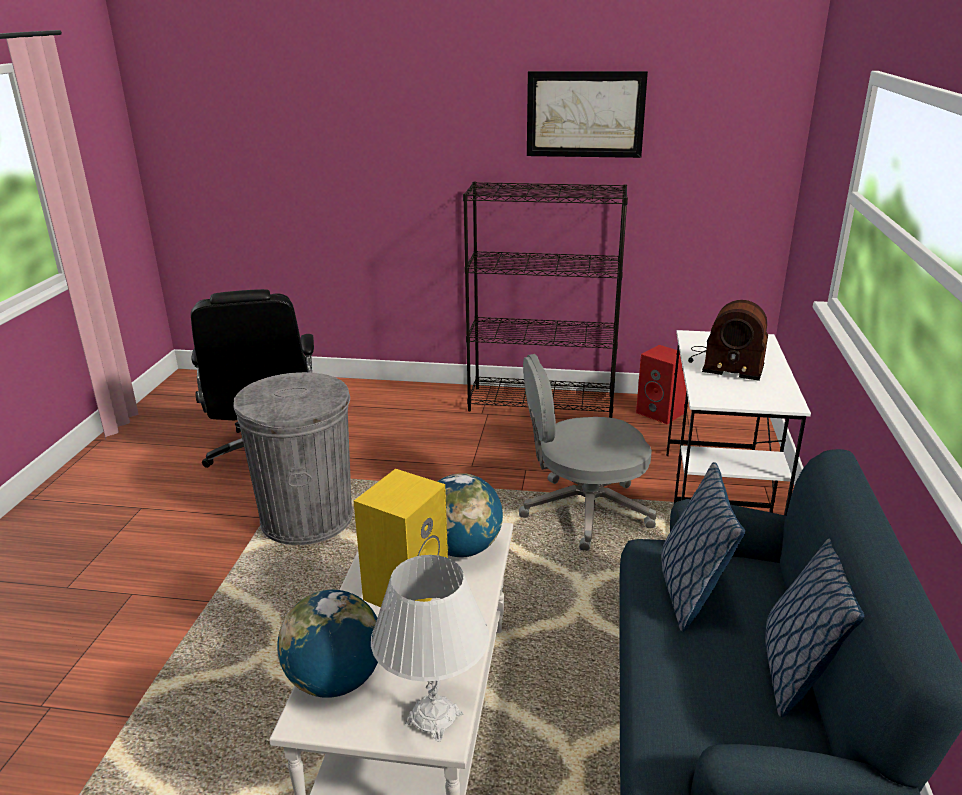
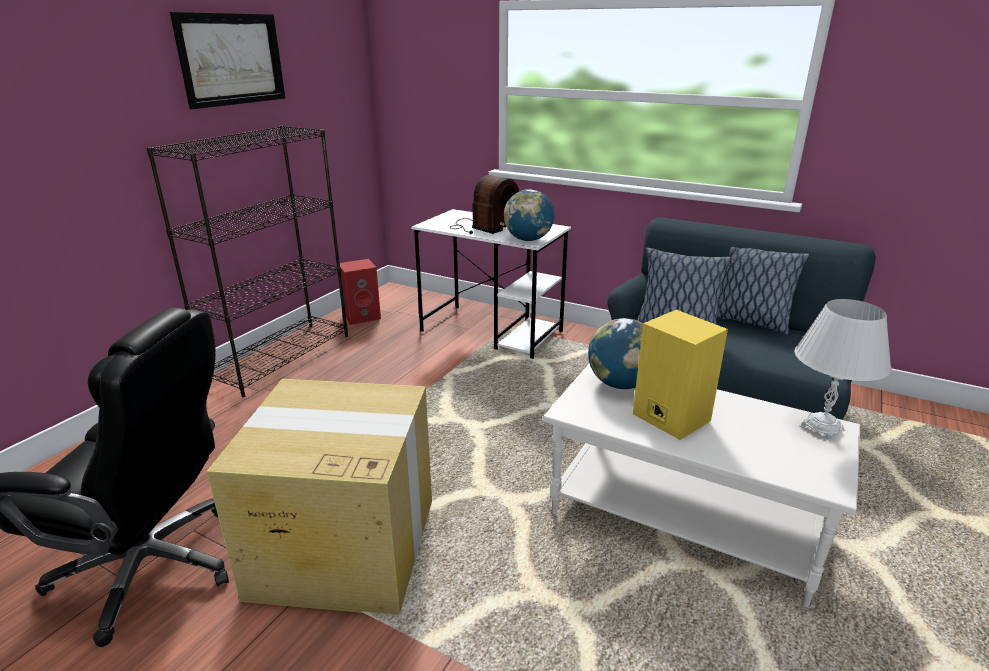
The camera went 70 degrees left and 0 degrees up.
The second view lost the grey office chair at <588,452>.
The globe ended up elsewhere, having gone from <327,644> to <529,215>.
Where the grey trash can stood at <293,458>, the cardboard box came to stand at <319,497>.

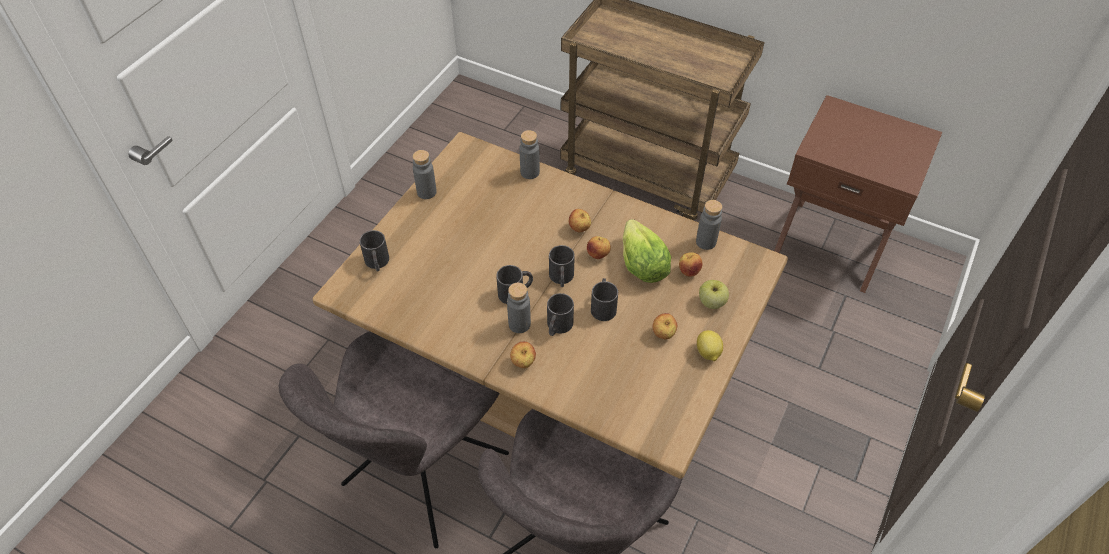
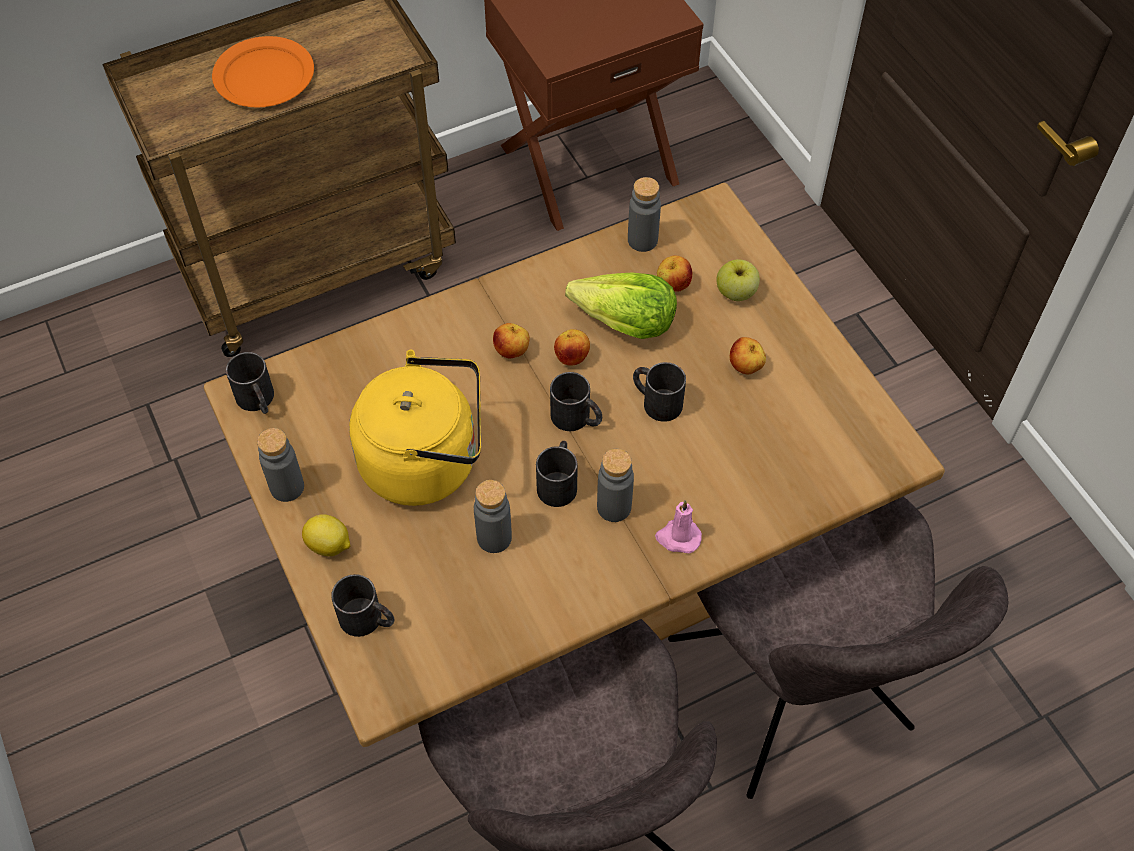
The camera went 55 degrees left and 5 degrees up.
The second view gained the orange plate at <263,71>.
The second view gained the yellow kettle at <415,428>.
The grey bottle ended up elsewhere, having gone from <529,154> to <493,516>.
The black mug ended up elsewhere, having gone from <560,314> to <250,383>.
The lemon ended up elsewhere, having gone from <710,345> to <326,535>.
Where the apple stood at <523,355>, the pink candle came to stand at <678,526>.

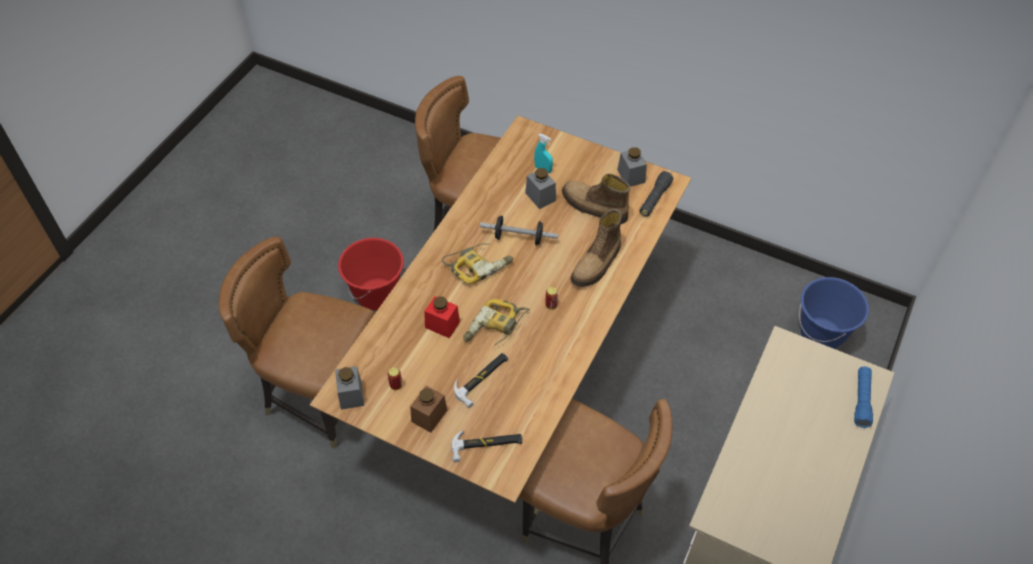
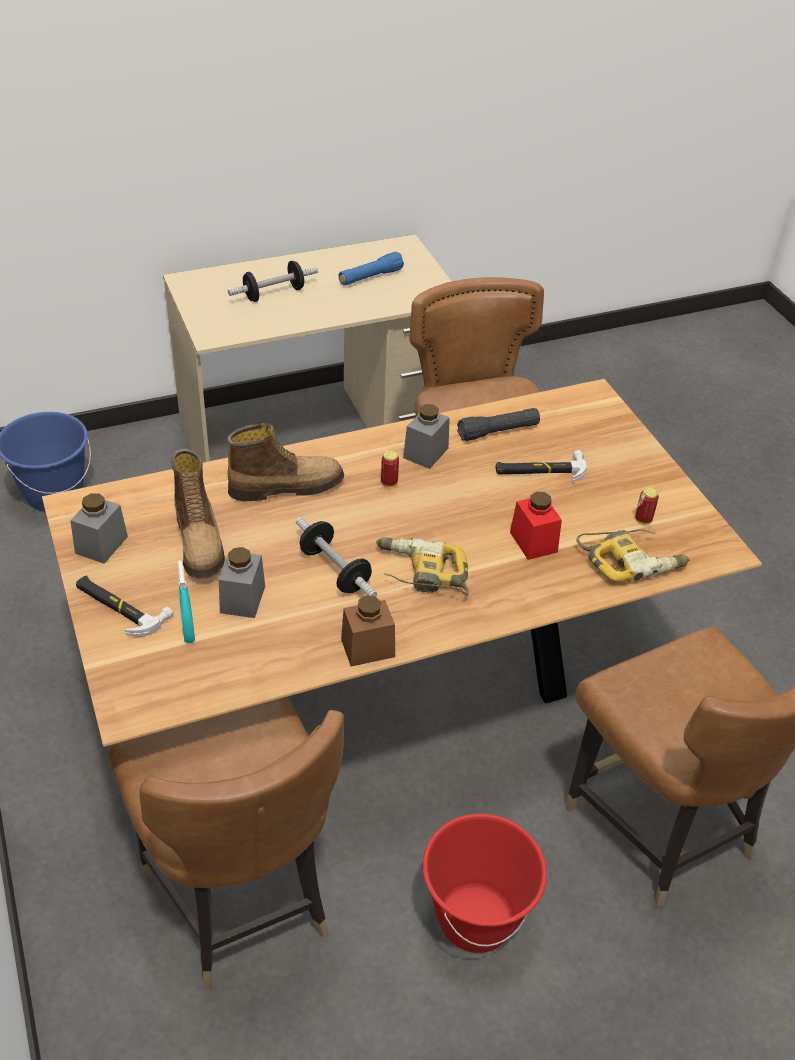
The camera went 140 degrees left and 10 degrees down.
The second view gained the dumbbell at <273,281>.
The grey jar ended up elsewhere, having gone from <349,388> to <426,436>.
The brown jar ended up elsewhere, having gone from <428,409> to <368,631>.
The hammer ended up elsewhere, having gone from <487,446> to <125,606>.
The power drill ended up elsewhere, having gone from <496,322> to <633,555>.
The black flashlight ended up elsewhere, having gone from <656,194> to <498,424>.
The blue flashlight ended up elsewhere, having gone from <863,397> to <371,269>.

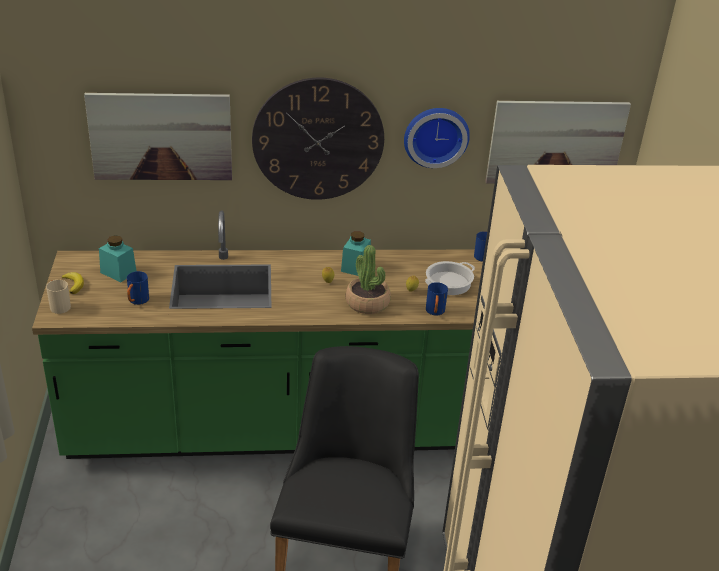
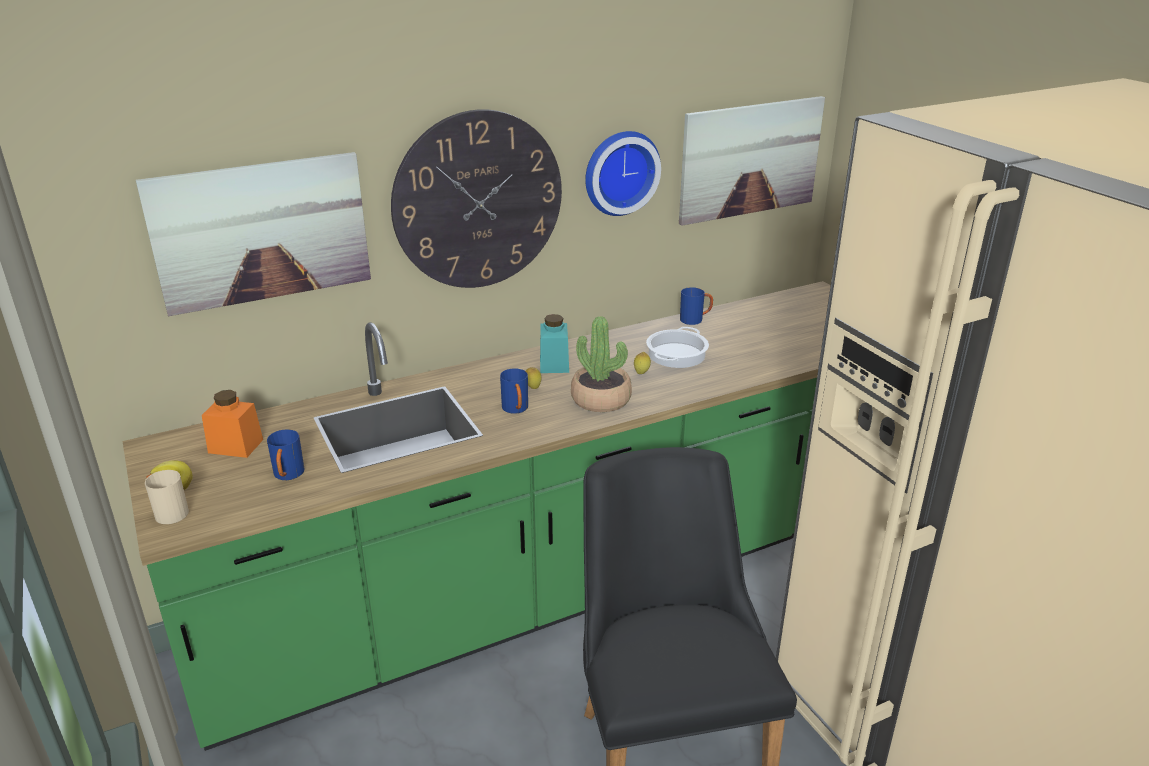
The camera went 20 degrees left and 5 degrees down.
The blue mug ended up elsewhere, having gone from <437,298> to <514,391>.
What was the turquoise jar at <117,258> turned into the orange jar at <232,424>.

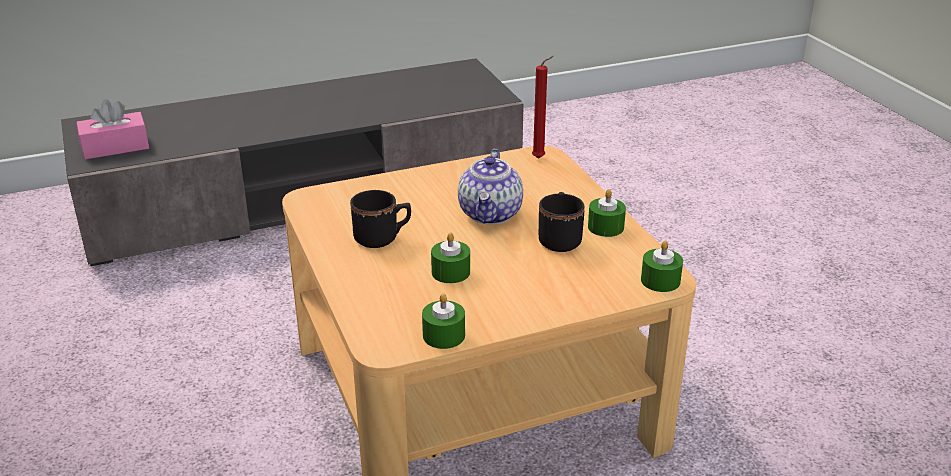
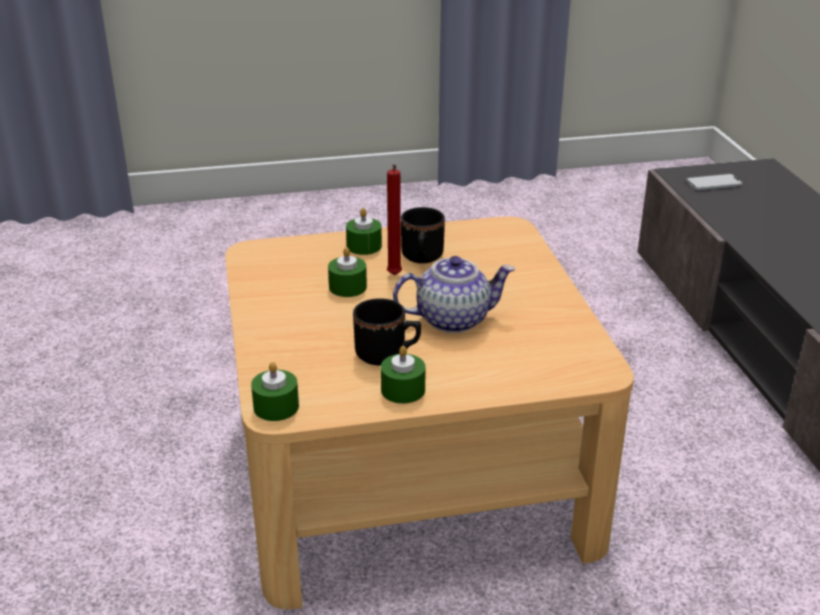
The camera went 100 degrees right and 0 degrees up.
The green candle ended up elsewhere, having gone from <443,321> to <364,231>.
The red candle ended up elsewhere, having gone from <543,107> to <394,219>.
Where the pink tissue box stood at <113,129>, the phone came to stand at <714,182>.
The teapot at <490,186> ended up facing another way, 150 degrees clockwise from before.

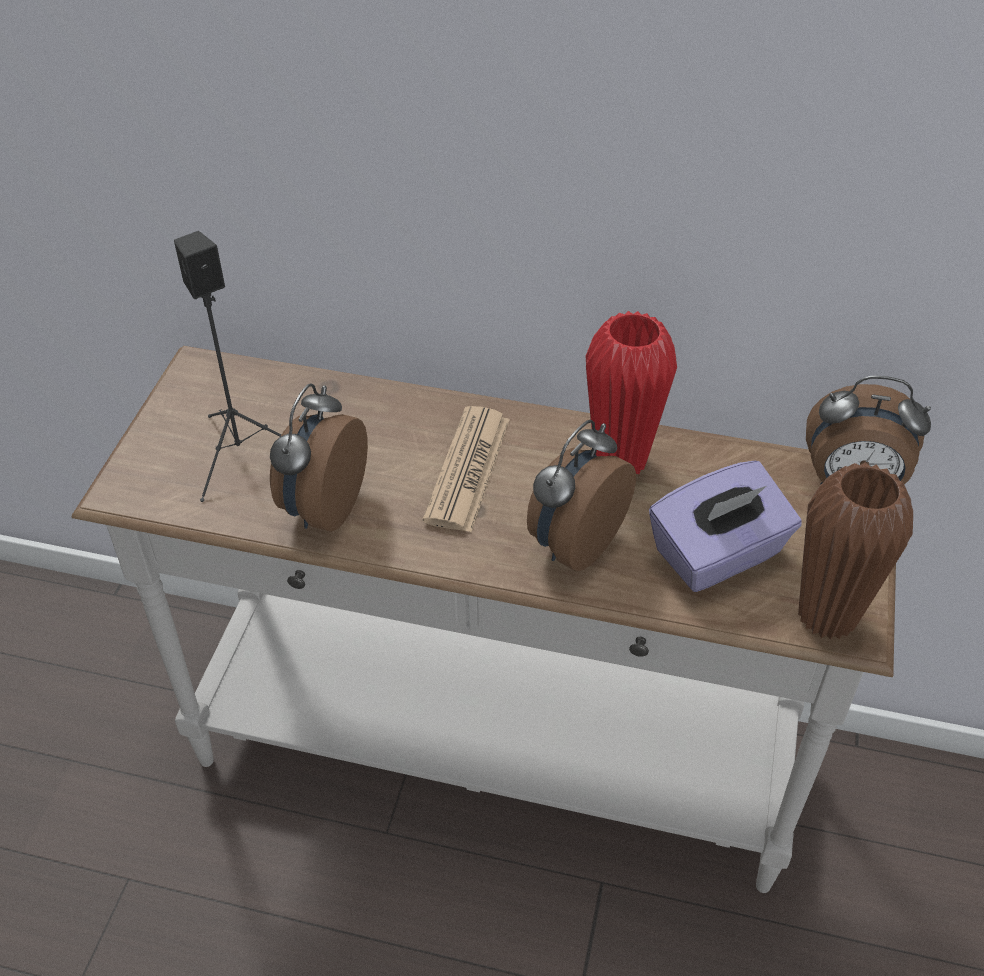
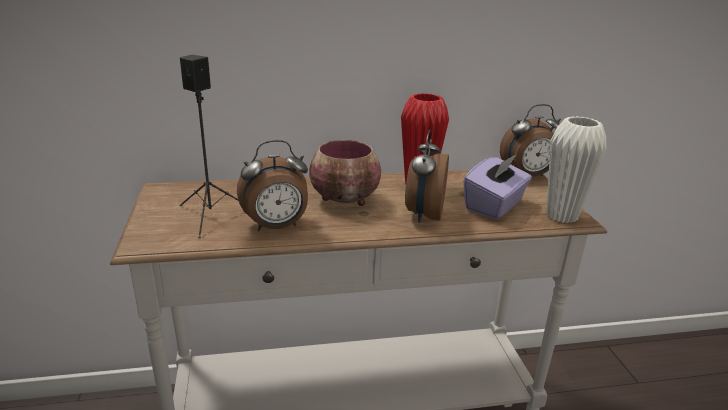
The camera went 25 degrees left and 20 degrees down.
Where the newspaper stood at <466,469>, the bowl came to stand at <345,173>.
What was the brown vase at <855,551> turned into the white vase at <576,169>.
The alarm clock at <319,457> ended up facing another way, 105 degrees counterclockwise from before.

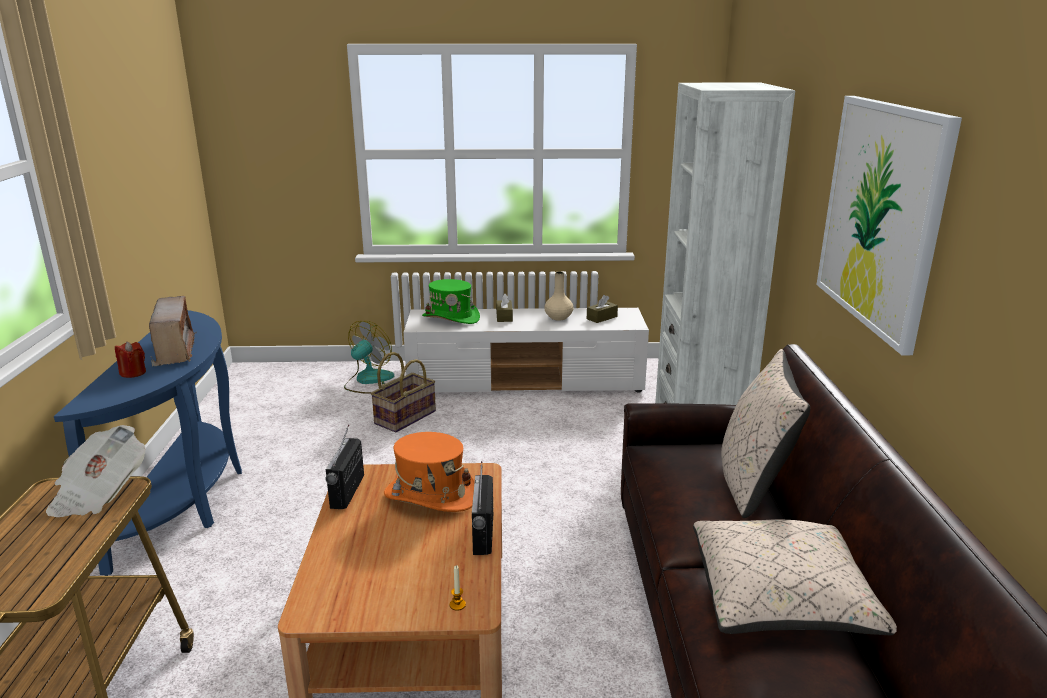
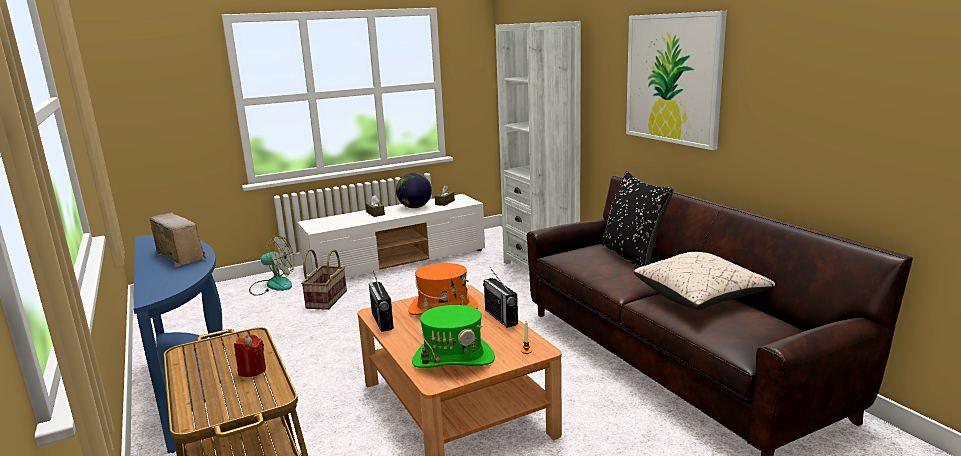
The camera went 25 degrees left and 5 degrees down.
The second view lost the newspaper at <96,471>.
The red candle ended up elsewhere, having gone from <130,360> to <250,355>.
The green hat ended up elsewhere, having gone from <451,301> to <453,336>.
Where the beige vase stood at <559,296>, the globe came to stand at <414,190>.
What was the beige pillow at <765,433> turned into the black pillow at <637,219>.
The fan at <369,357> ended up facing another way, 90 degrees clockwise from before.

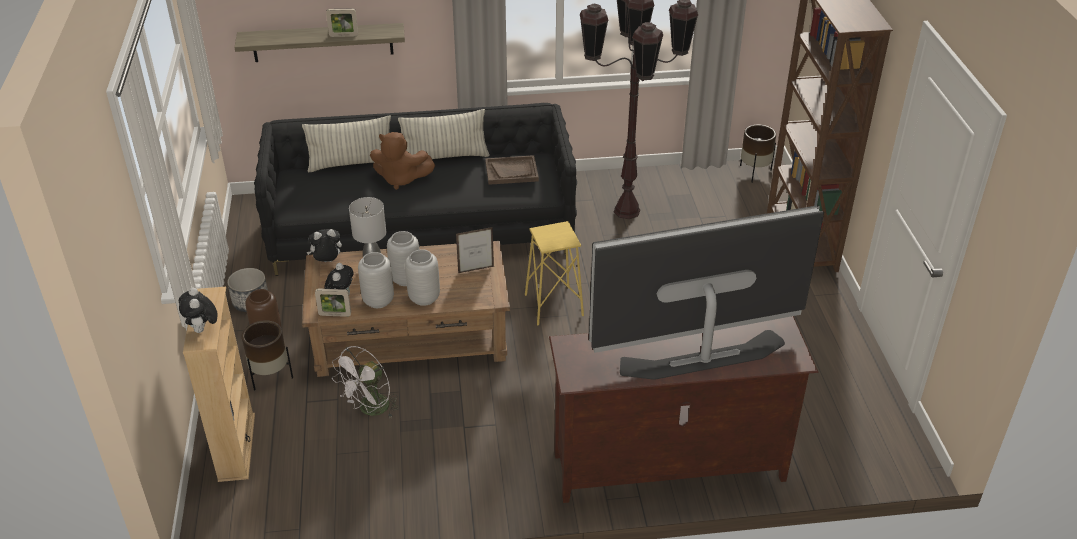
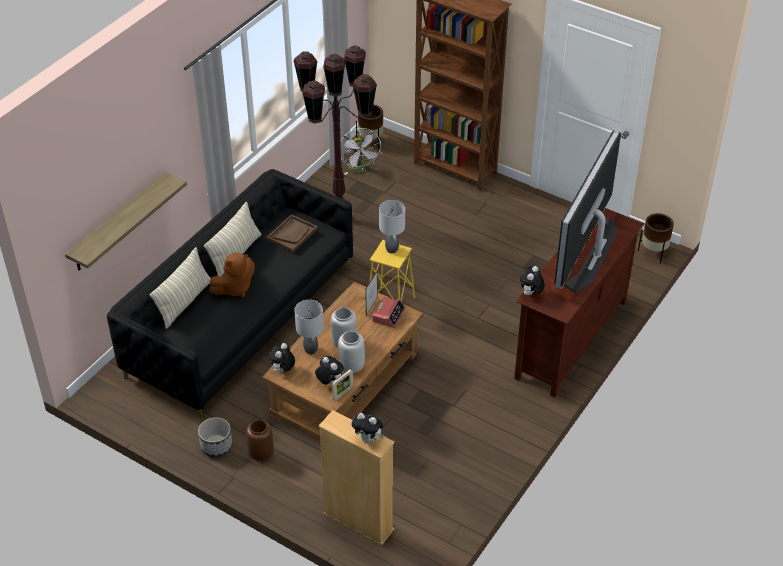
The camera went 50 degrees left and 5 degrees up.
The second view lost the picture frame at <342,22>.
The second view lost the grey vase at <422,277>.
The second view gained the alarm clock at <388,312>.
The second view gained the grey table lamp at <392,226>.
The second view gained the plush toy at <532,280>.
The brown planter ended up elsewhere, having gone from <267,355> to <656,238>.
The white fan ended up elsewhere, having gone from <365,382> to <360,151>.

